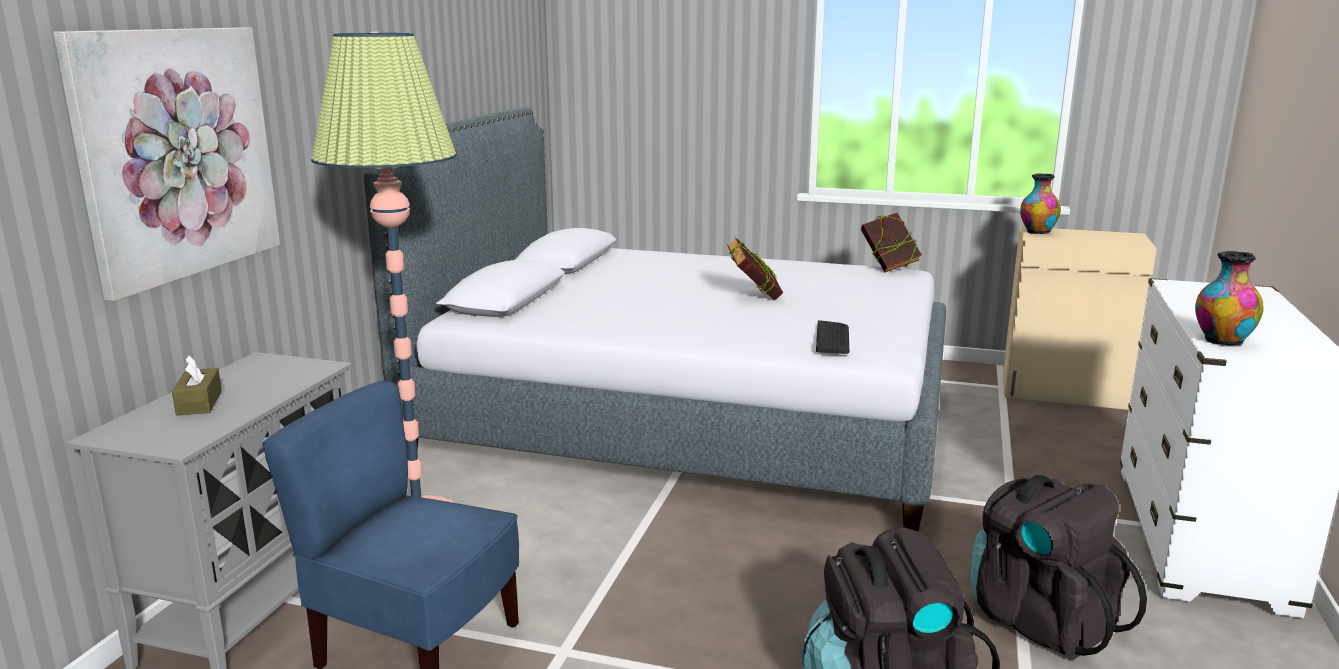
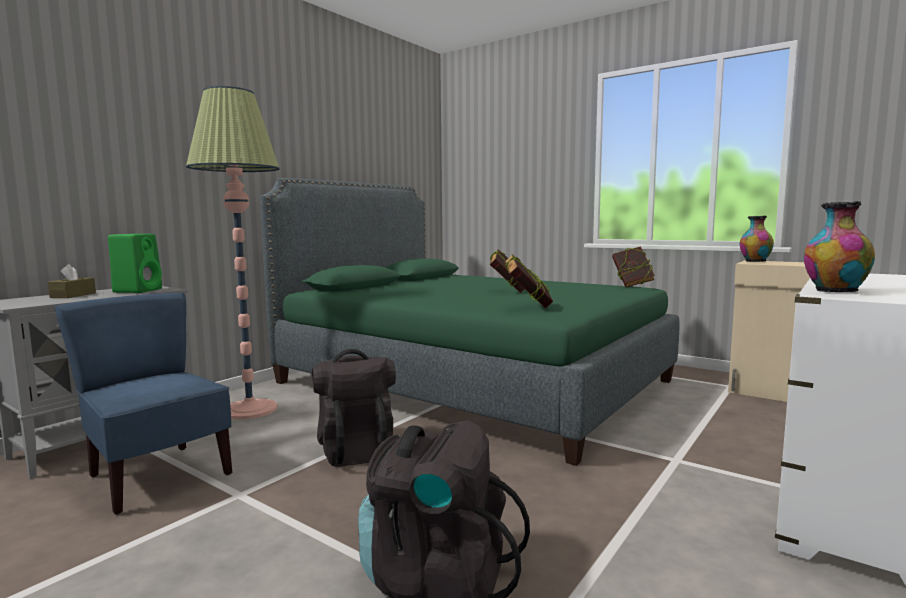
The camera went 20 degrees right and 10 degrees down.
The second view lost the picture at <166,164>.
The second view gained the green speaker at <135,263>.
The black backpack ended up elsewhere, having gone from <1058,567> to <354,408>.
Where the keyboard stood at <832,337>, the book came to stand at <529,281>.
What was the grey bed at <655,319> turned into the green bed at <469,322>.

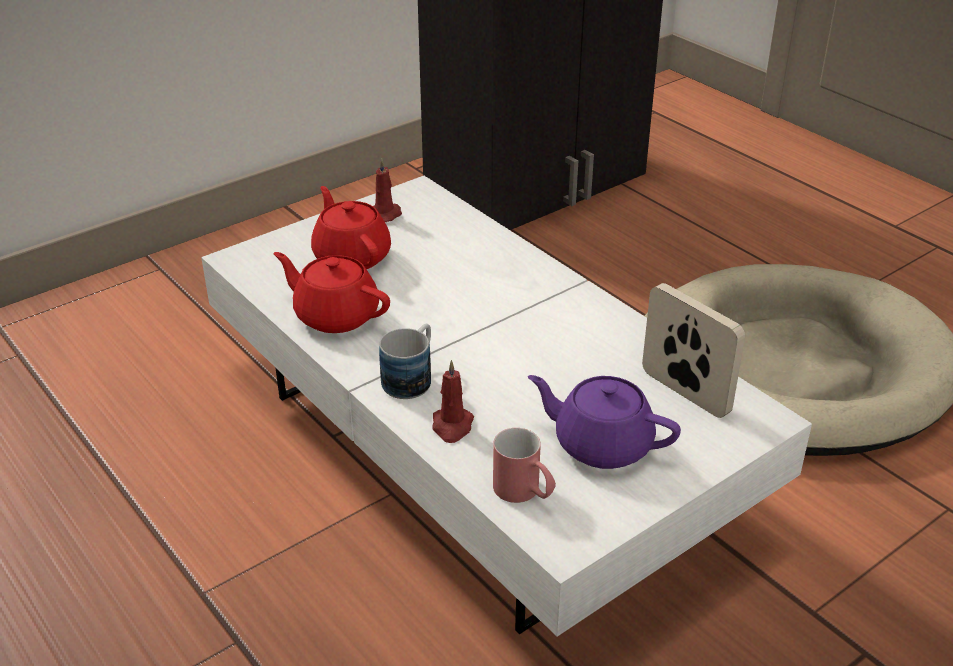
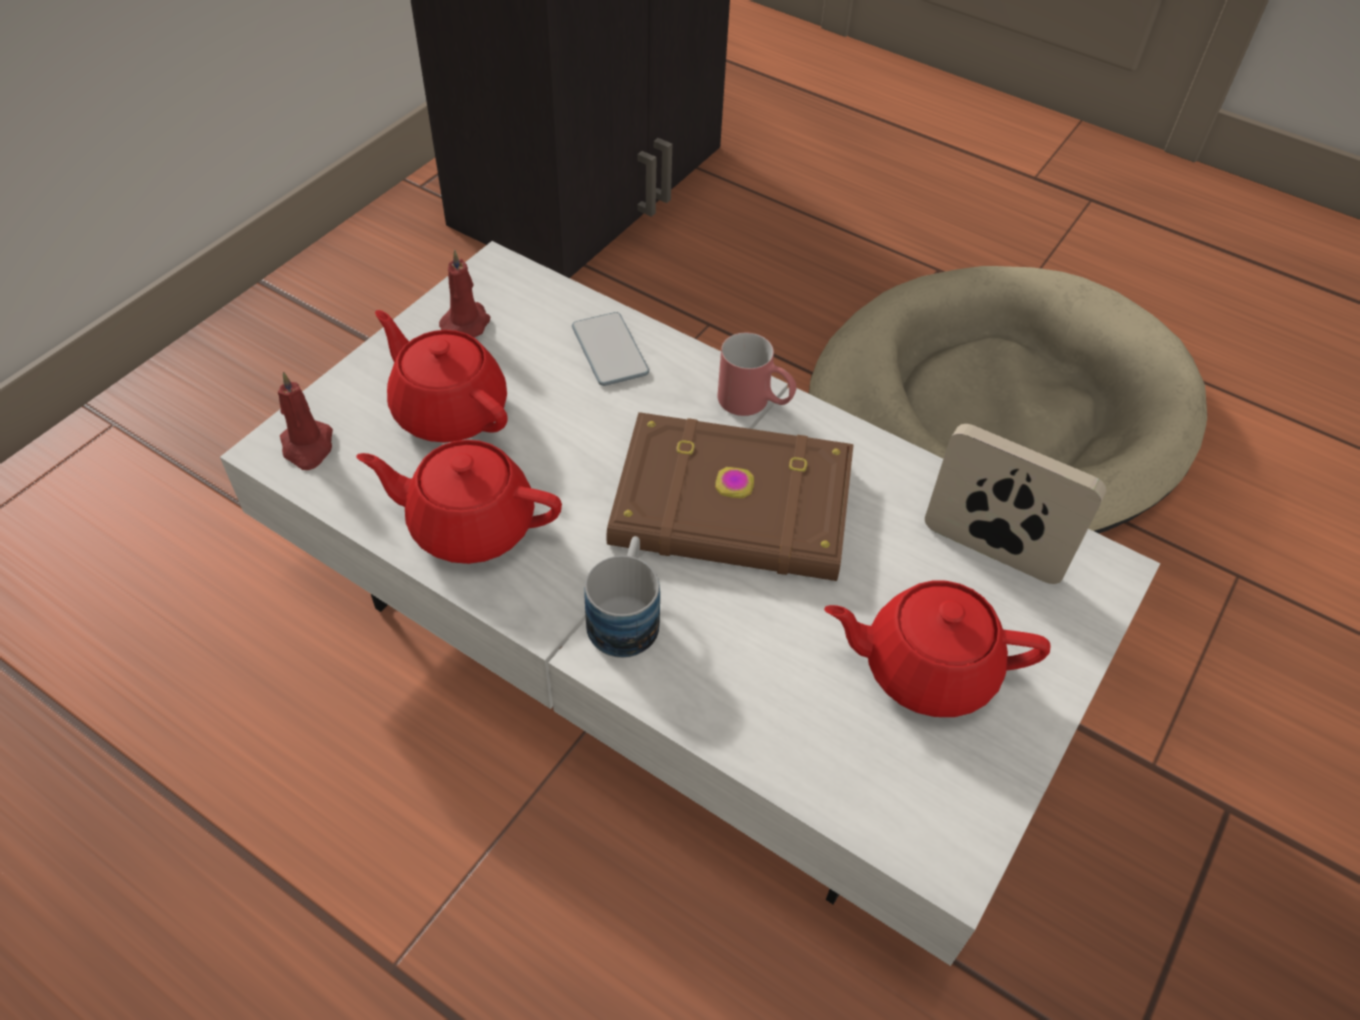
The camera went 20 degrees left and 15 degrees up.
The second view gained the phone at <610,349>.
The second view gained the brown book at <730,496>.
The red candle ended up elsewhere, having gone from <453,401> to <305,421>.
The red mug ended up elsewhere, having gone from <524,465> to <757,374>.
What was the purple teapot at <604,422> turned into the red teapot at <937,649>.

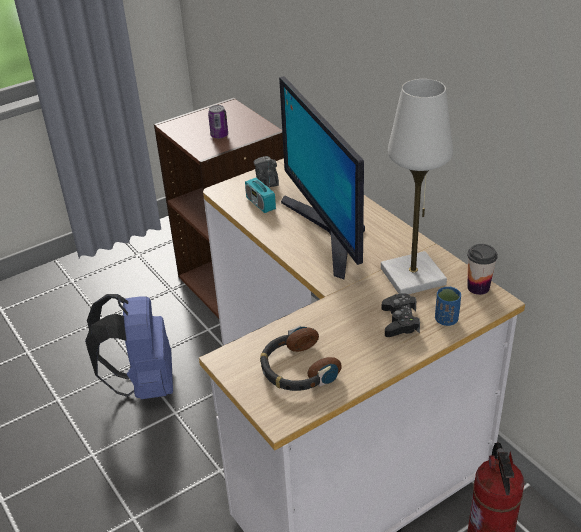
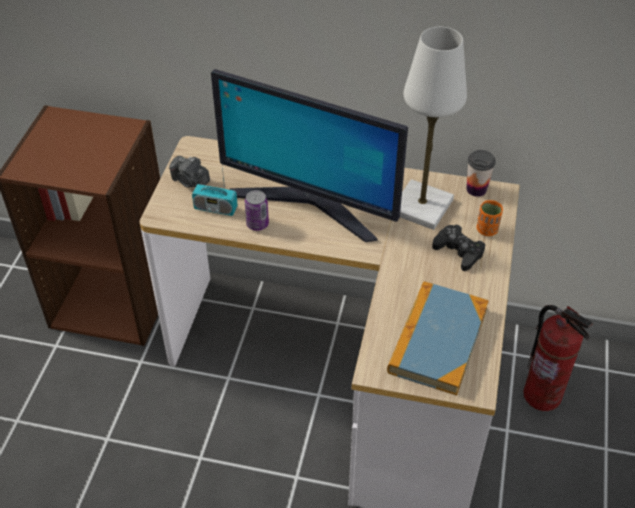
The camera went 45 degrees left and 10 degrees up.
The second view lost the blue backpack at <129,346>.
The can ended up elsewhere, having gone from <218,122> to <257,210>.
Where the headphones stood at <301,358>, the book came to stand at <438,338>.
What was the blue cup at <448,306> turned into the orange cup at <490,218>.

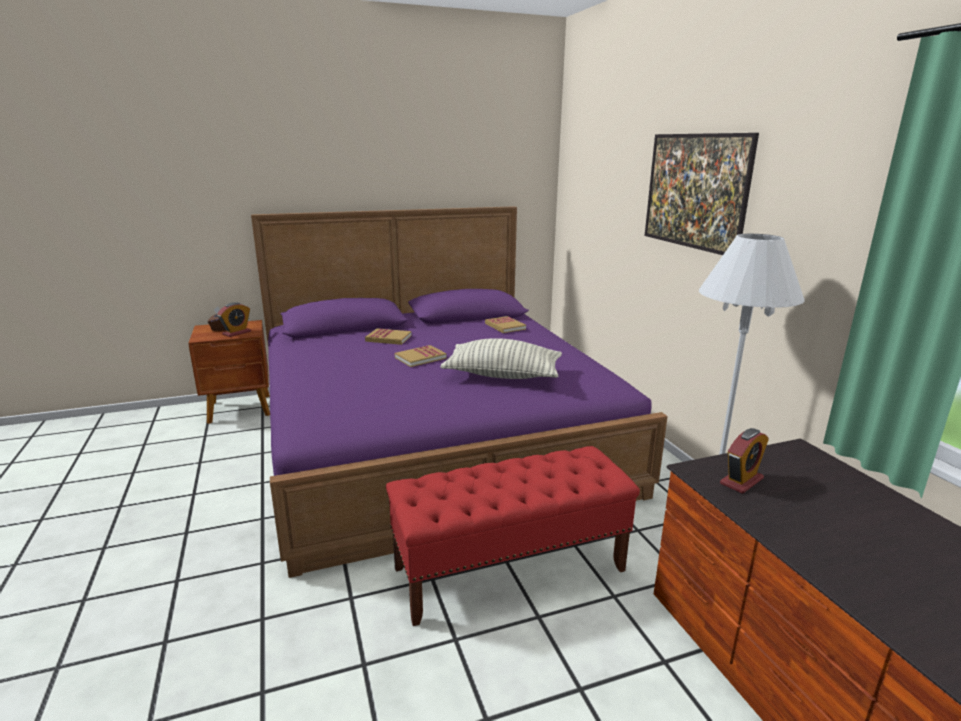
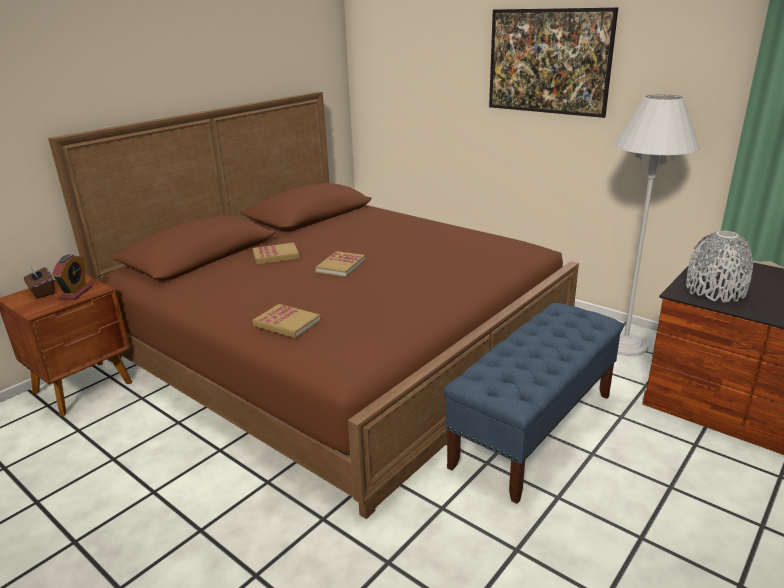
The camera went 30 degrees left and 5 degrees up.
The second view lost the pillow at <501,358>.
The book ended up elsewhere, having gone from <505,324> to <287,321>.
Where the alarm clock stood at <744,461>, the grey vase came to stand at <719,267>.
What was the purple bed at <459,392> turned into the brown bed at <313,305>.
What was the red bench at <513,536> turned into the blue bench at <533,403>.

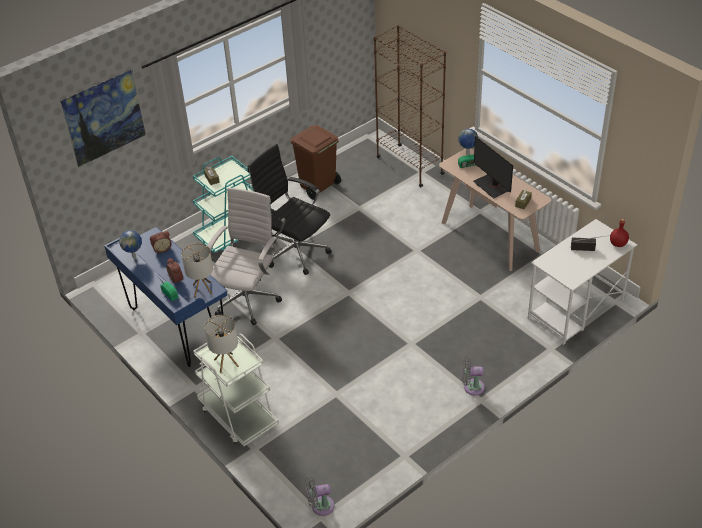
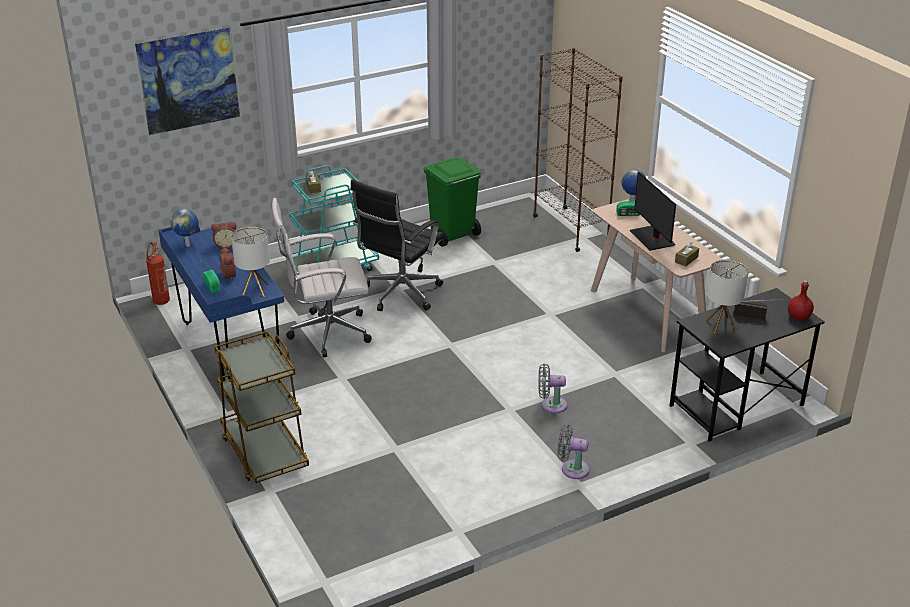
The camera went 10 degrees right and 10 degrees down.
The second view gained the fire extinguisher at <158,273>.
The table lamp ended up elsewhere, having gone from <221,344> to <727,297>.
The grey fan ended up elsewhere, having gone from <320,496> to <552,388>.
What was the white cart at <236,389> turned into the brown cart at <261,407>.
What was the brown trash can at <315,162> turned into the green trash can at <452,202>.
What was the white desk at <582,282> turned into the black desk at <747,365>.
The white office chair at <245,256> ended up facing another way, 135 degrees counterclockwise from before.
The black office chair at <290,209> ended up facing another way, 105 degrees counterclockwise from before.

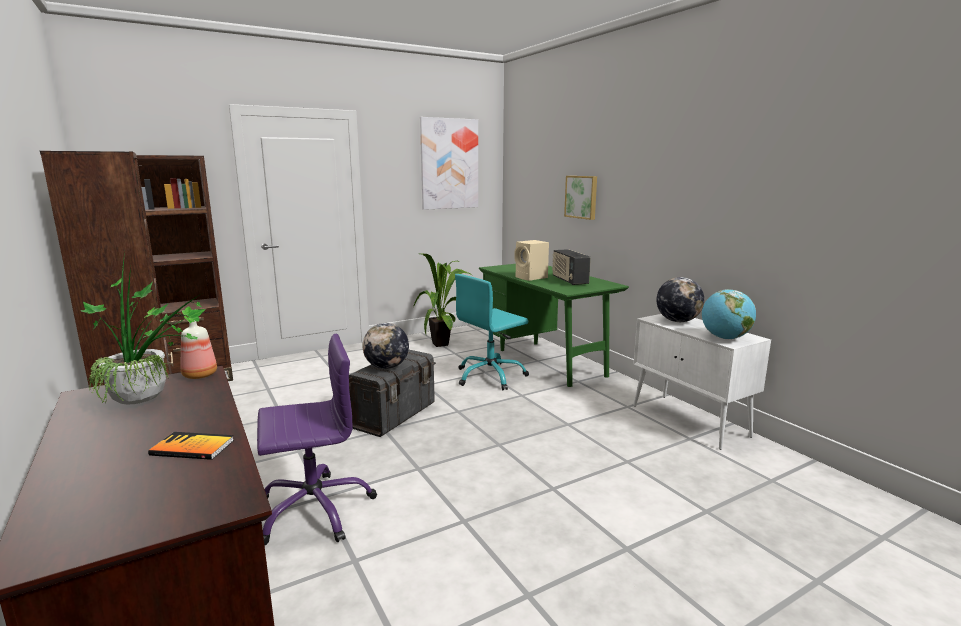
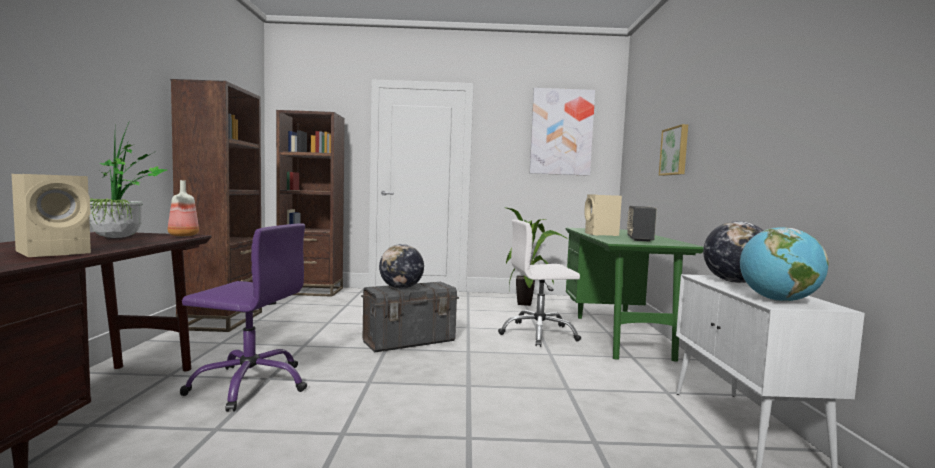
The camera went 30 degrees right and 10 degrees down.
Where the book stood at <191,446>, the beige speaker came to stand at <51,215>.
What was the turquoise office chair at <492,332> turned into the white office chair at <539,283>.

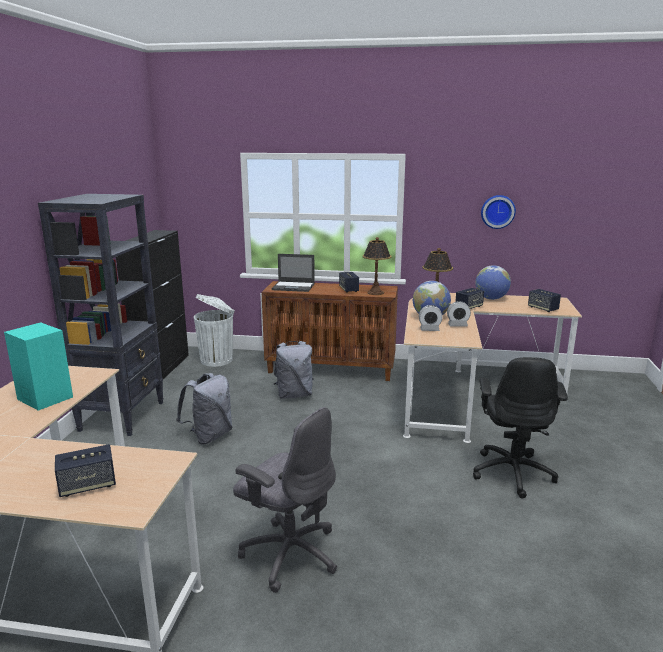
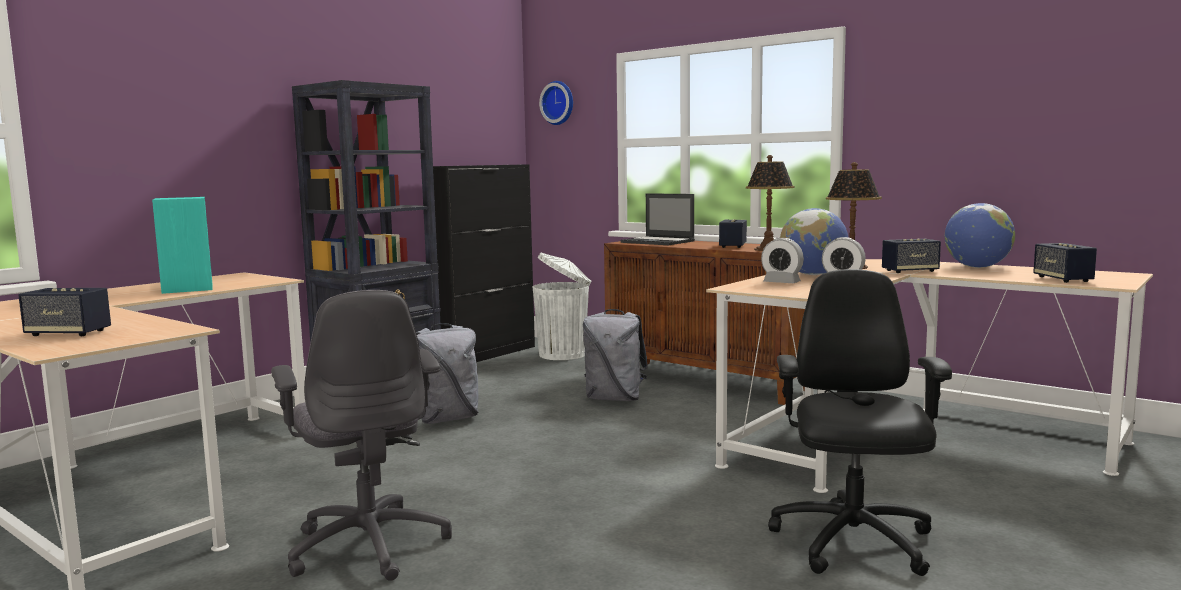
The camera went 30 degrees right and 10 degrees down.
The wall clock ended up elsewhere, having gone from <498,212> to <556,103>.
The black office chair at <520,427> ended up facing another way, 150 degrees clockwise from before.

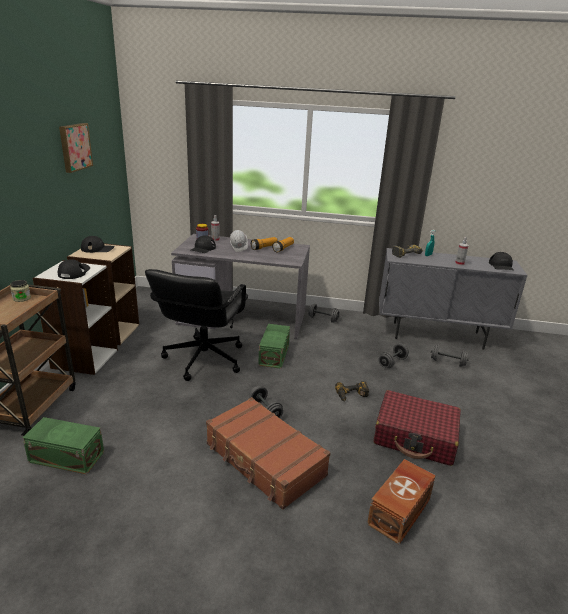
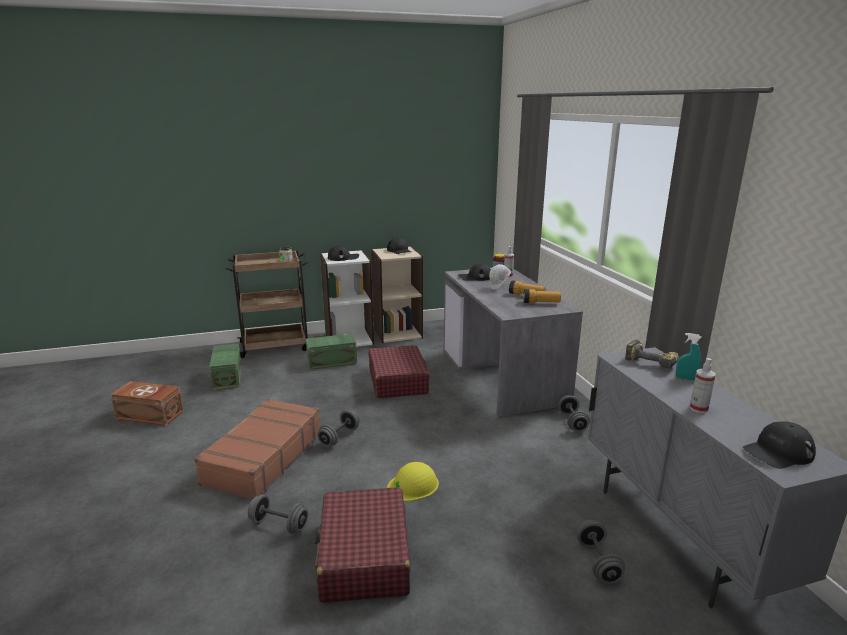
The camera went 65 degrees right and 5 degrees down.
The second view lost the picture at <76,148>.
The green storage box ended up elsewhere, having gone from <274,346> to <331,352>.
The brown storage box ended up elsewhere, having gone from <401,502> to <147,403>.
The grey dumbbell ended up elsewhere, having gone from <393,355> to <278,514>.
Where the black office chair stood at <196,325>, the red suitcase came to stand at <399,371>.
Where the power drill stood at <352,391>, the yellow hard hat came to stand at <413,481>.

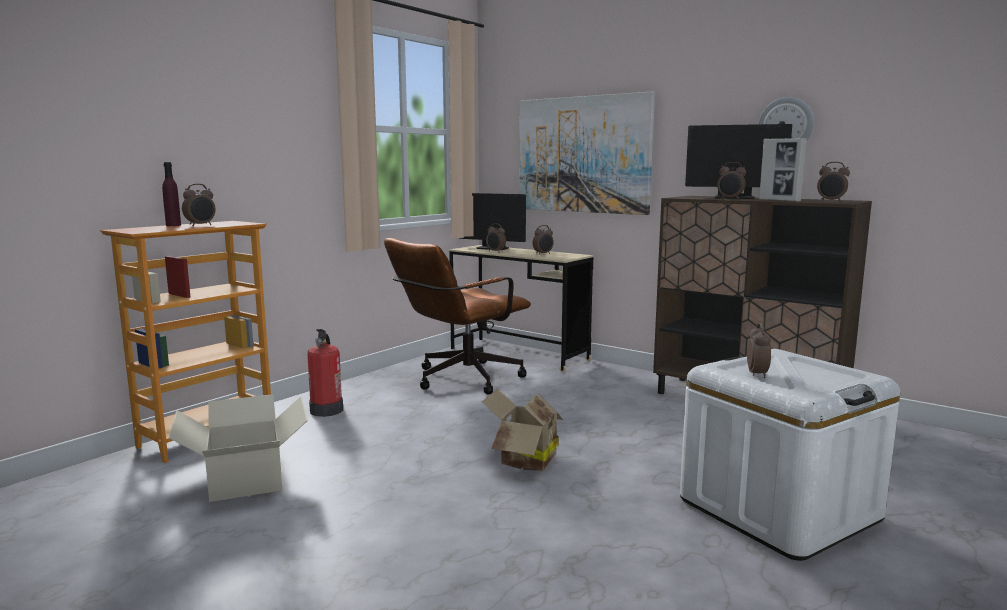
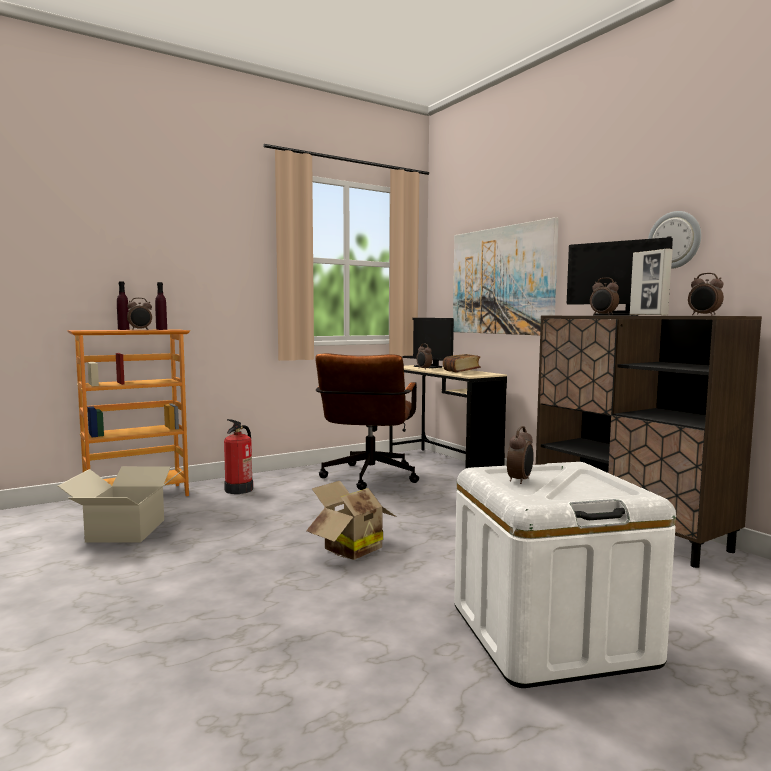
The camera went 20 degrees right and 5 degrees down.
The second view gained the purple bottle at <161,306>.
Where the alarm clock stood at <543,240>, the book came to stand at <462,363>.
The brown office chair at <457,316> ended up facing another way, 60 degrees counterclockwise from before.

